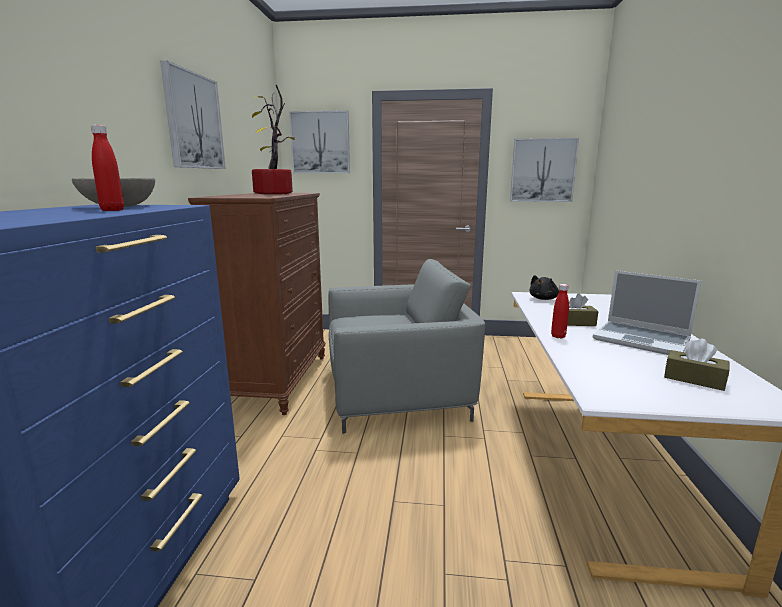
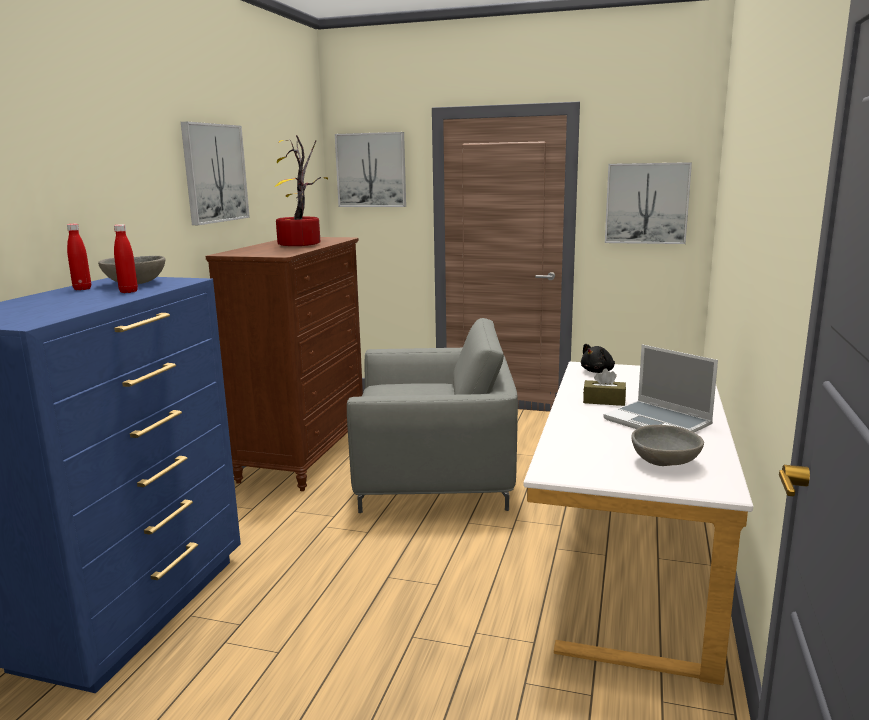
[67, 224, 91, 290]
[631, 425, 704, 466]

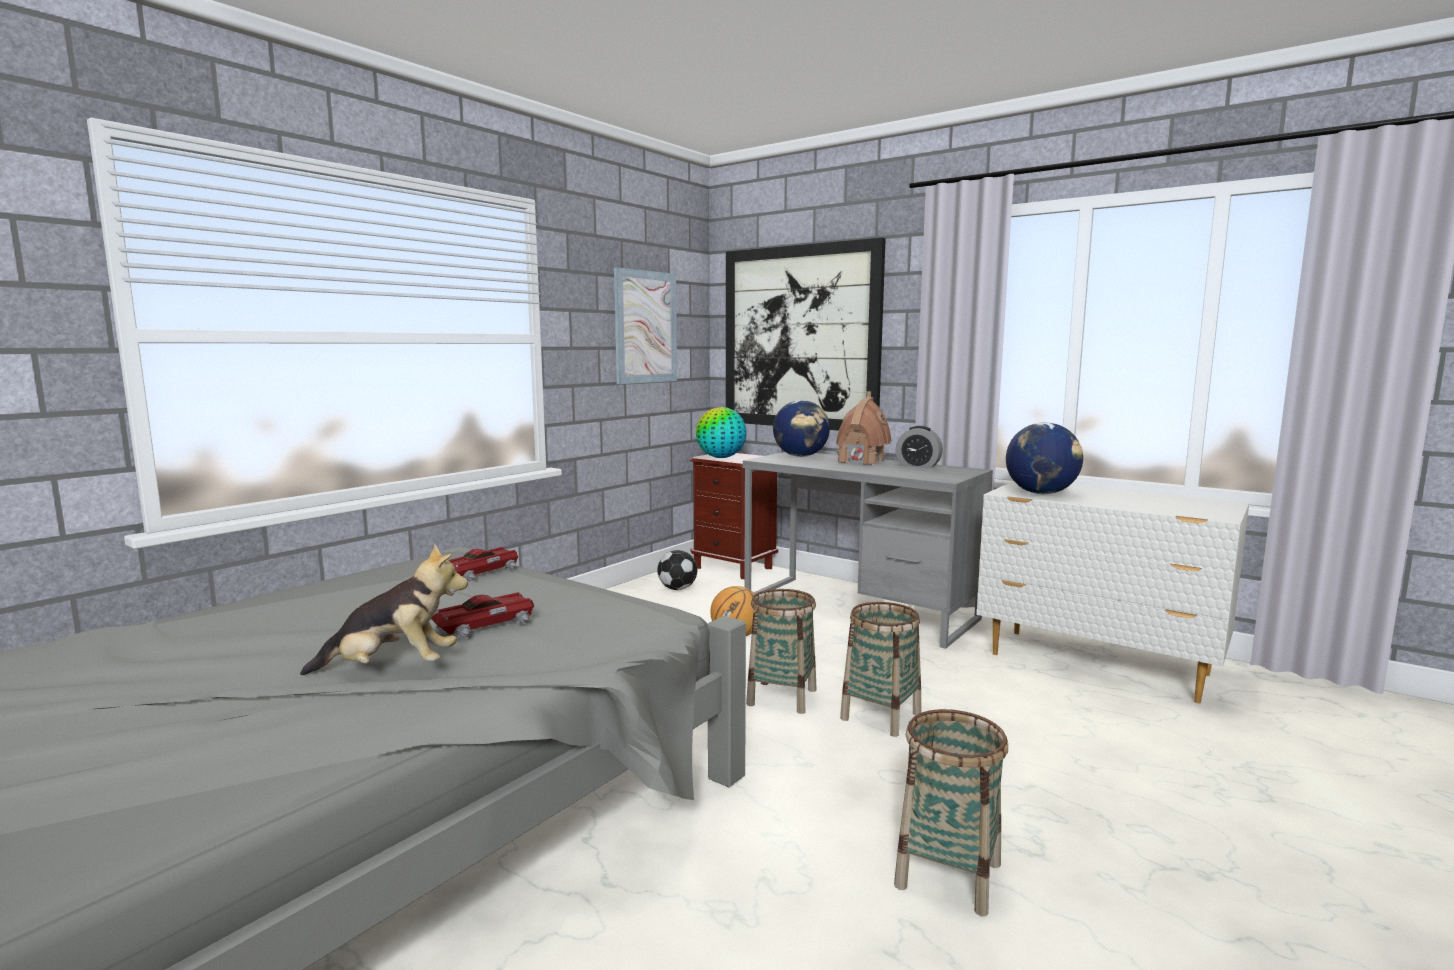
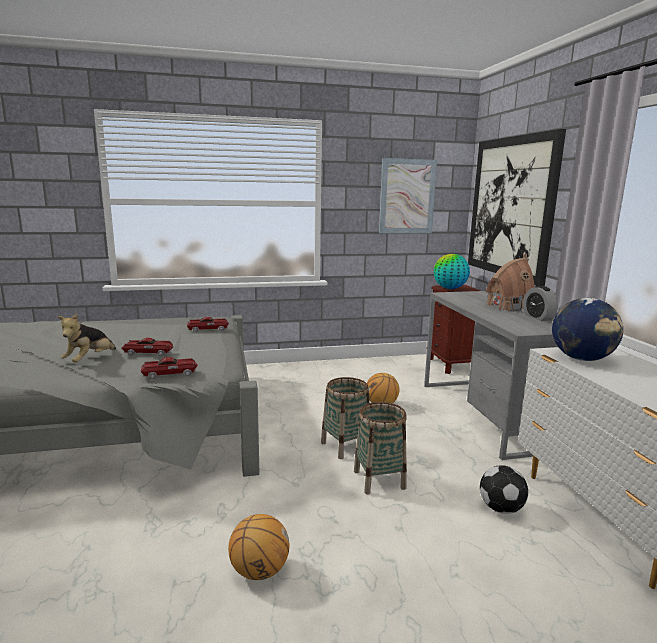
[773, 400, 830, 457] (first image)
[141, 357, 198, 379]
[480, 465, 528, 514]
[228, 514, 290, 580]
[57, 314, 116, 362]

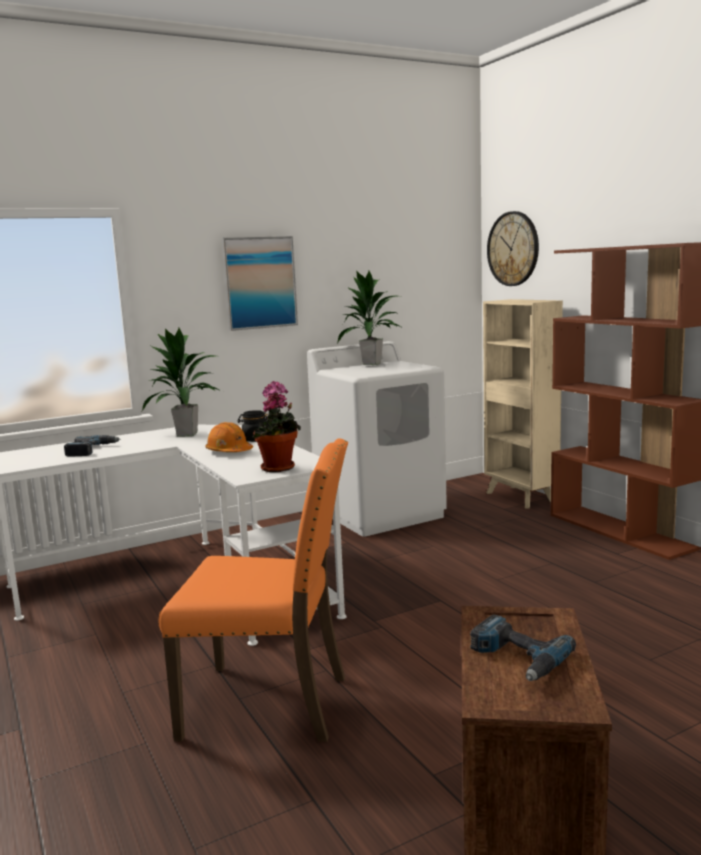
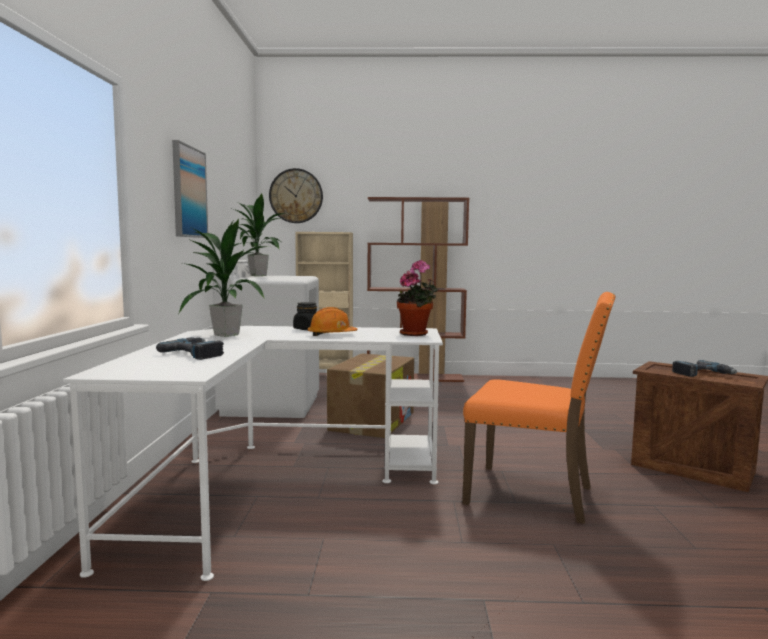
[327, 353, 414, 438]
[462, 292, 615, 524]

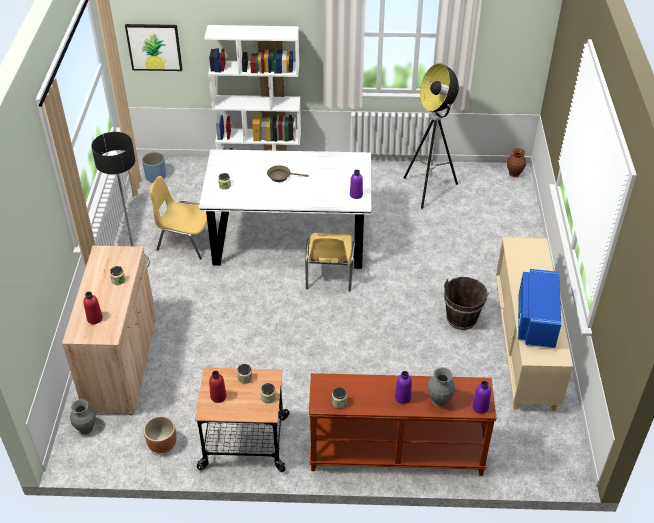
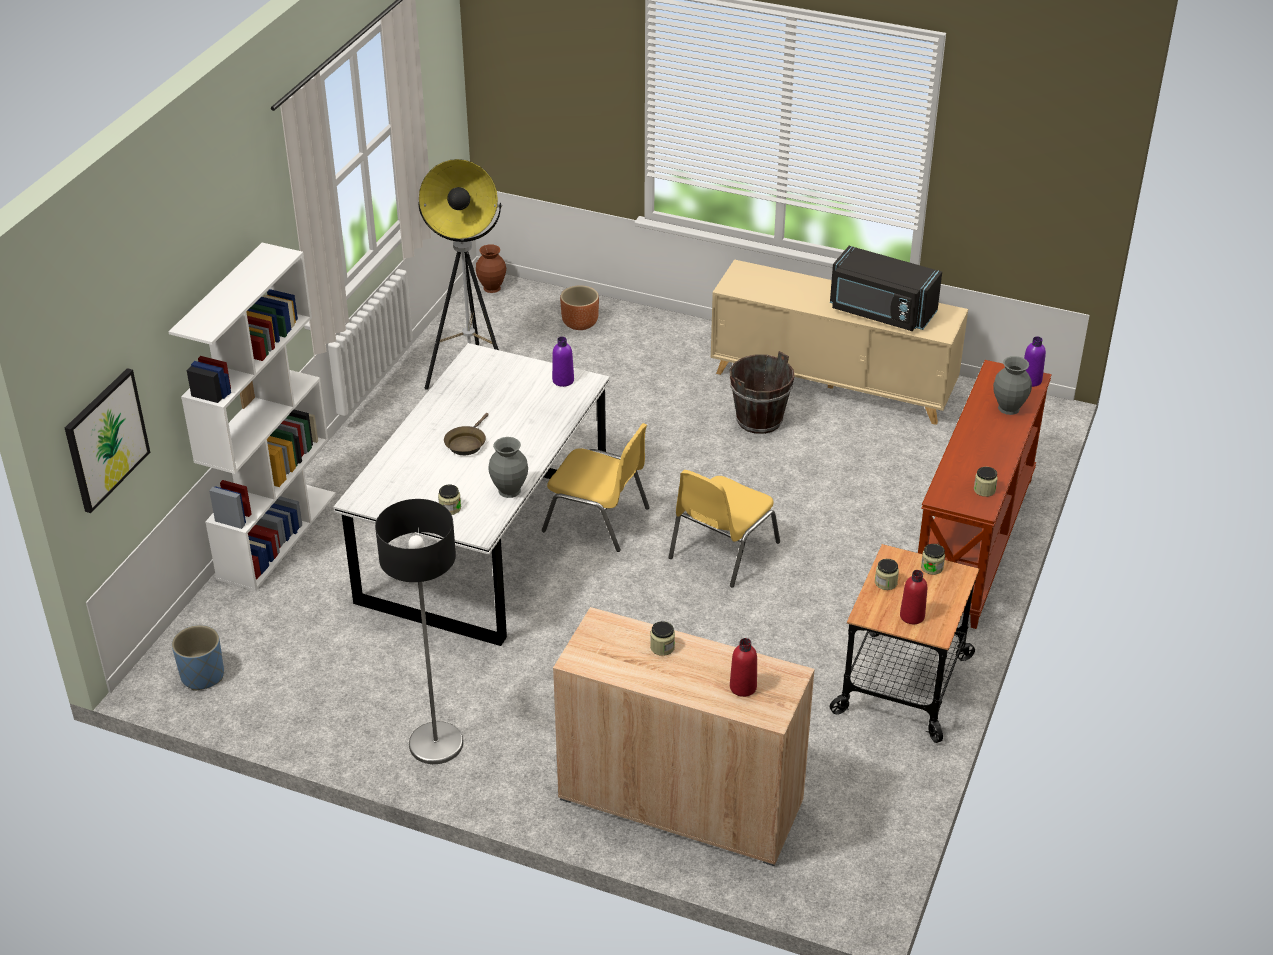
[395, 371, 412, 404] (first image)
[488, 437, 528, 498]
[560, 285, 599, 330]
[668, 470, 780, 587]
[830, 246, 942, 331]

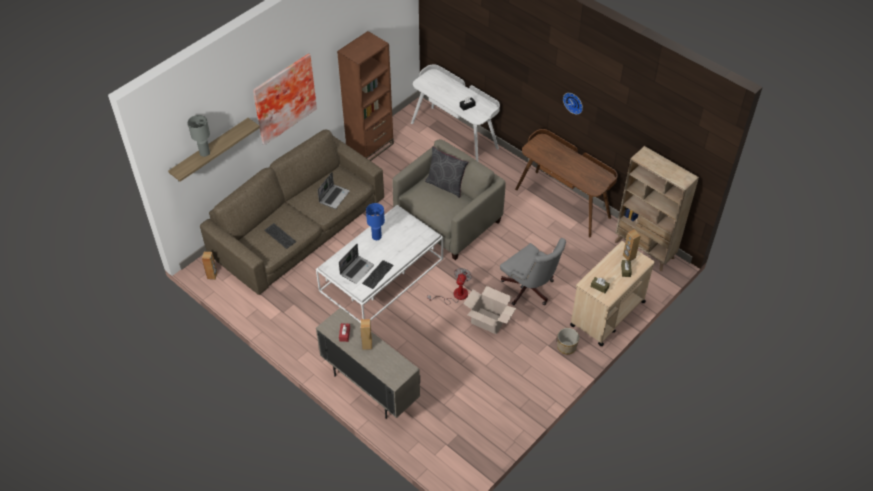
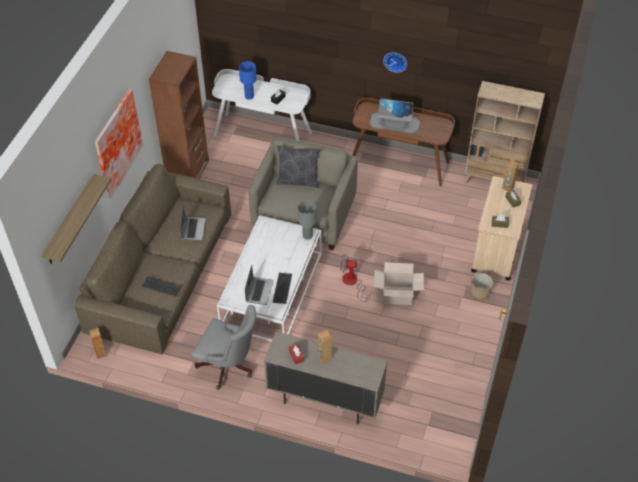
[370, 98, 420, 133]
[298, 201, 317, 240]
[239, 61, 257, 100]
[191, 305, 256, 390]
[340, 254, 371, 302]

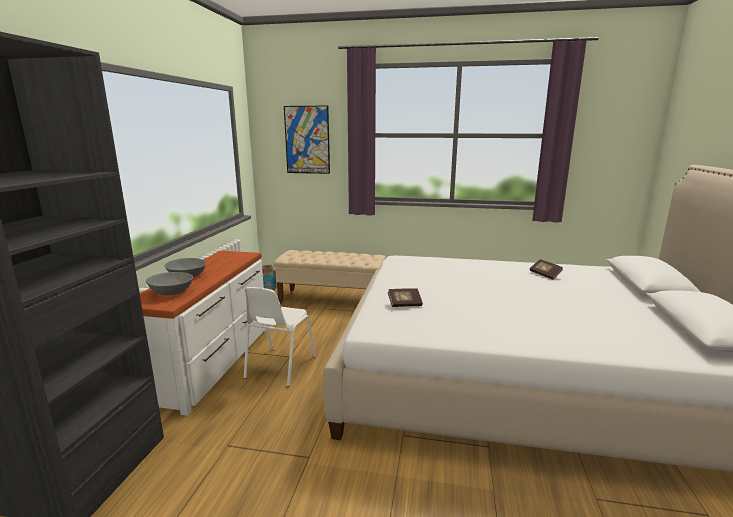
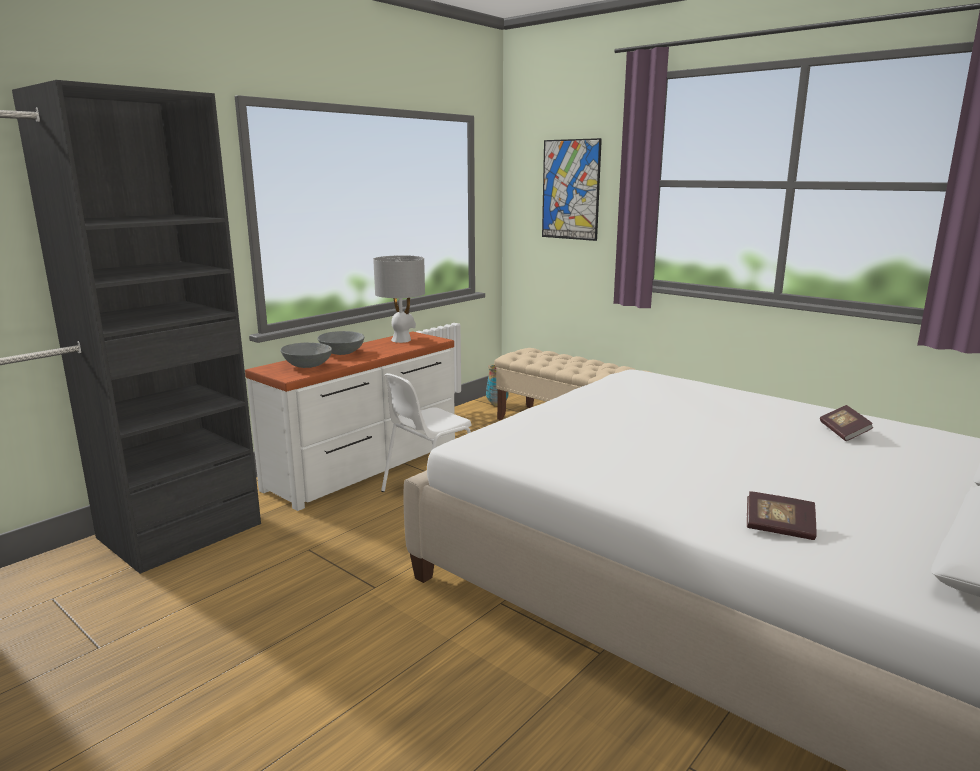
[373, 255, 425, 343]
[747, 491, 817, 540]

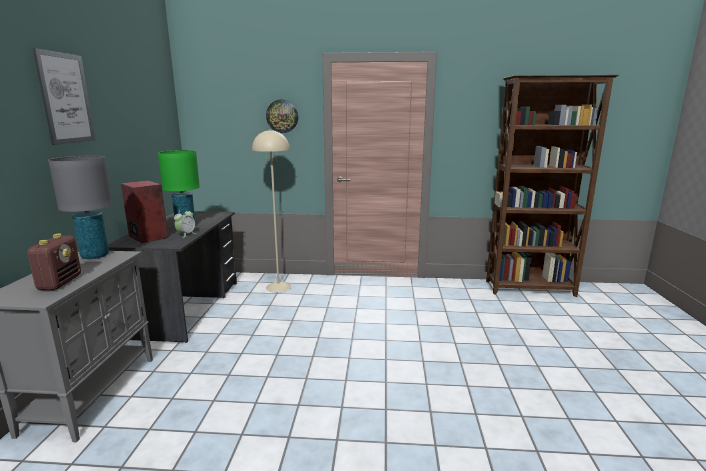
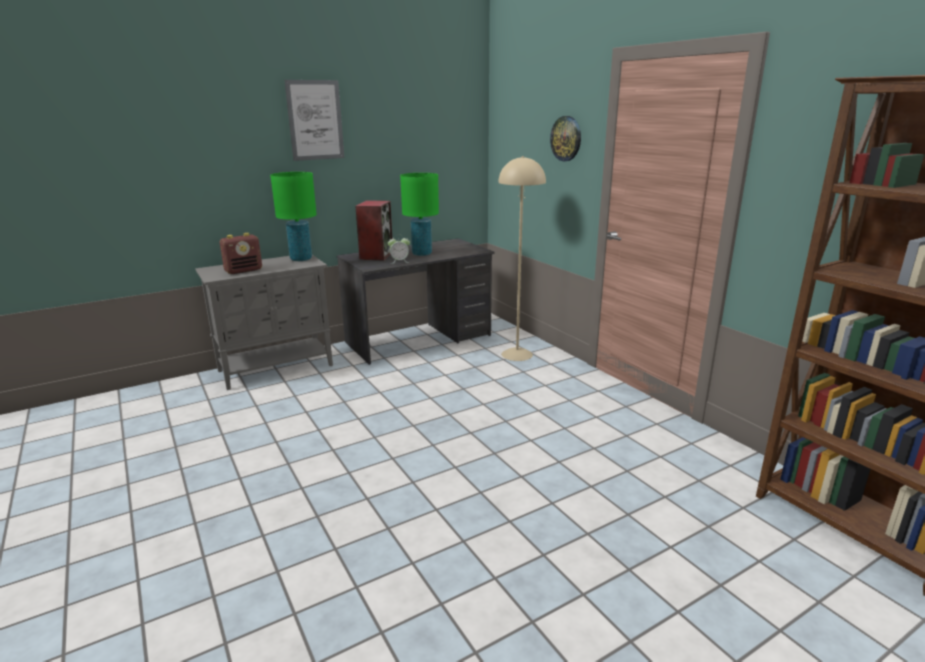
[270, 172, 317, 261]

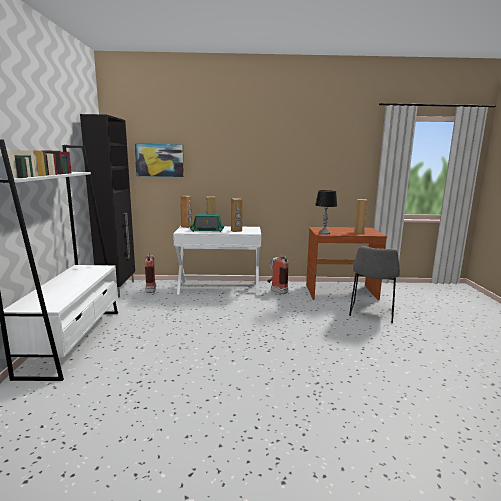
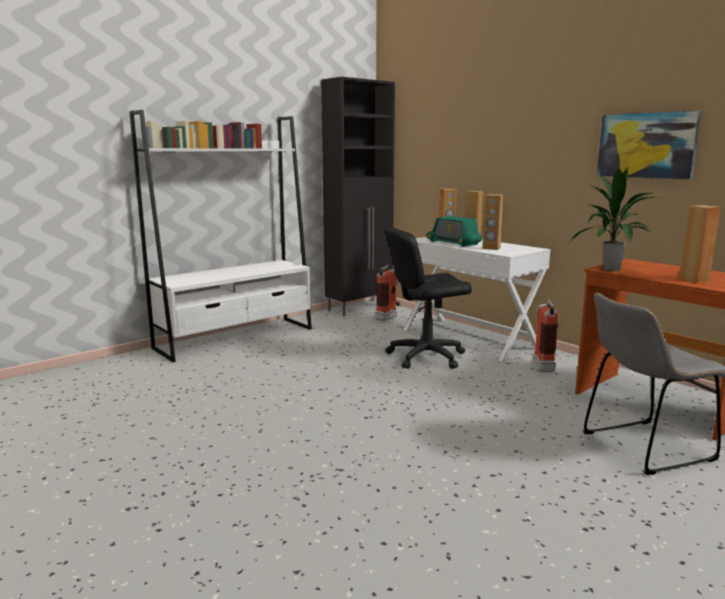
[385, 228, 472, 369]
[597, 111, 701, 180]
[569, 168, 657, 271]

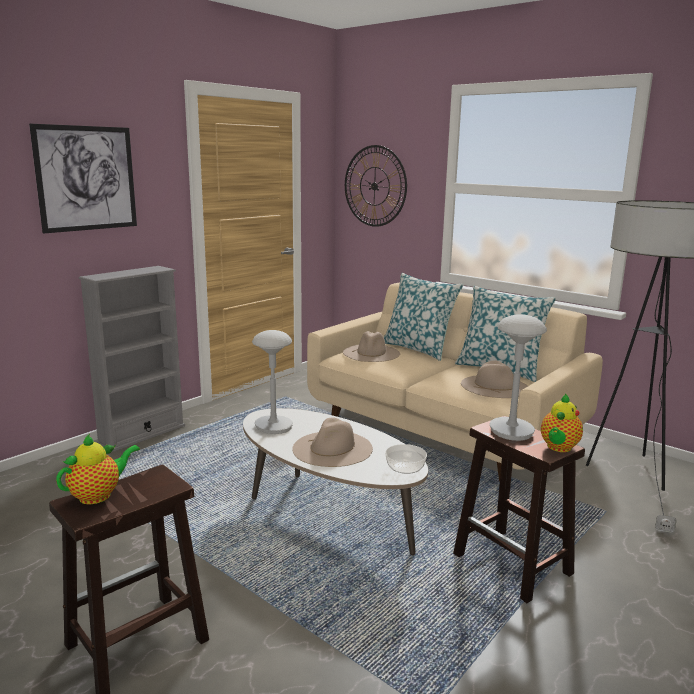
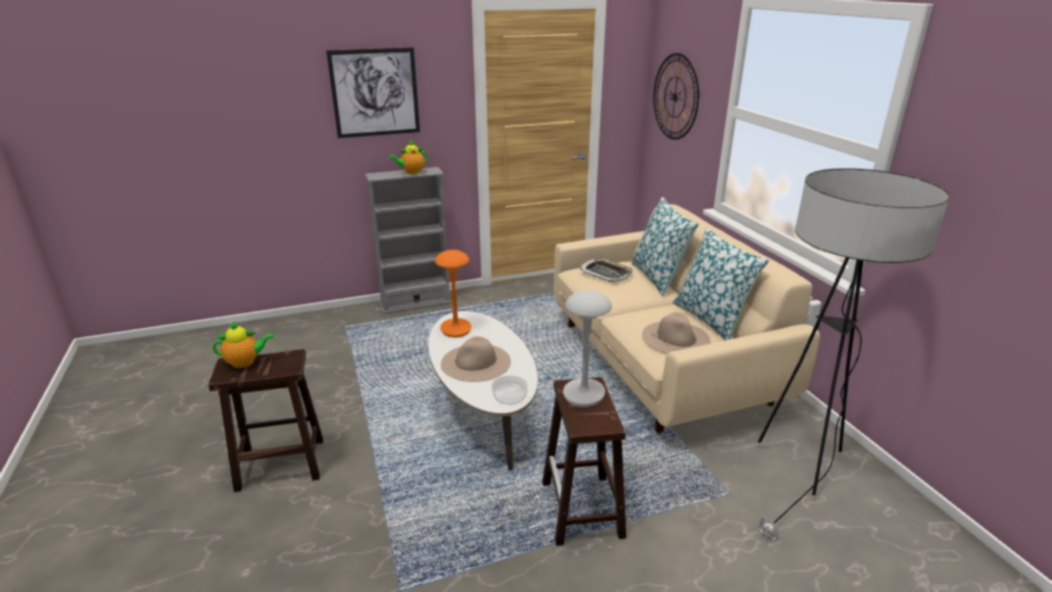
[388, 140, 428, 174]
[580, 258, 633, 282]
[435, 250, 471, 338]

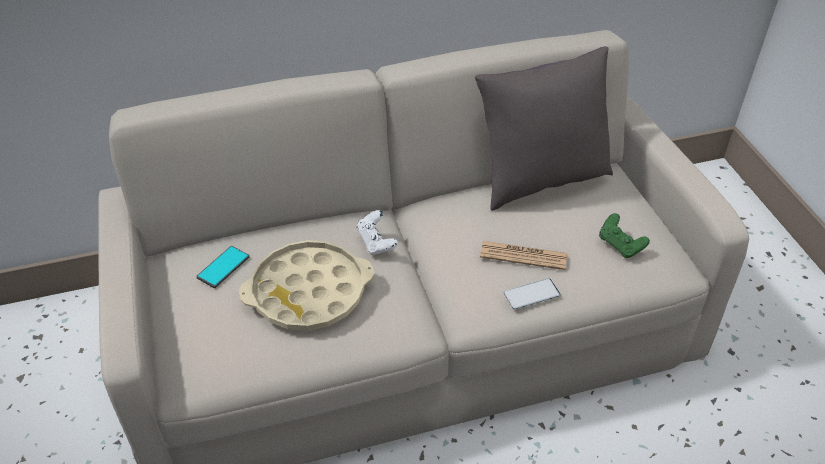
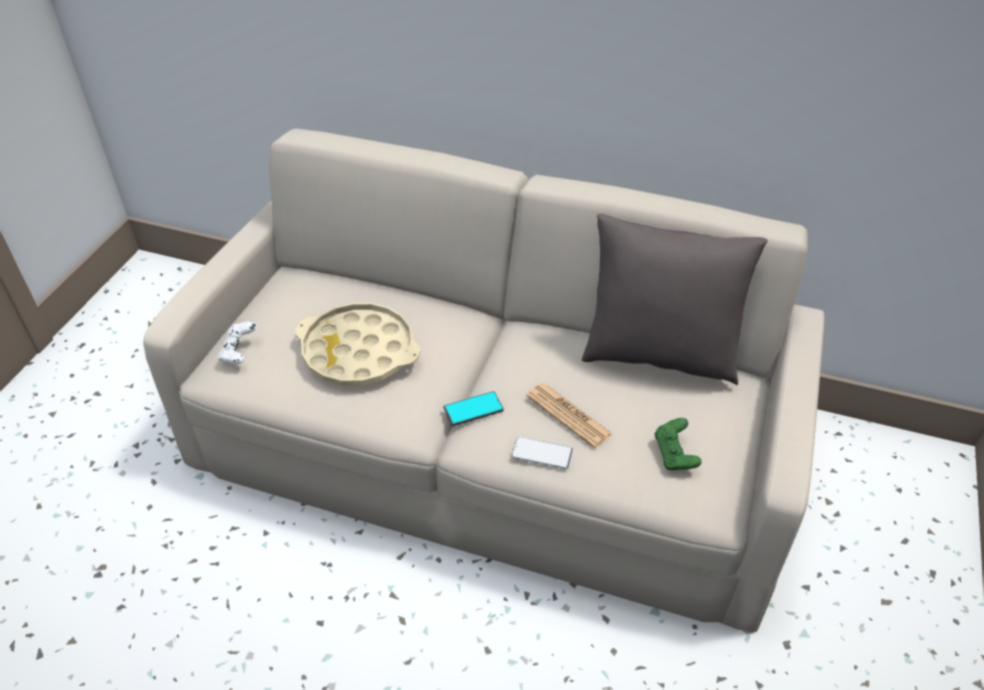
[444, 391, 504, 426]
[218, 322, 257, 364]

